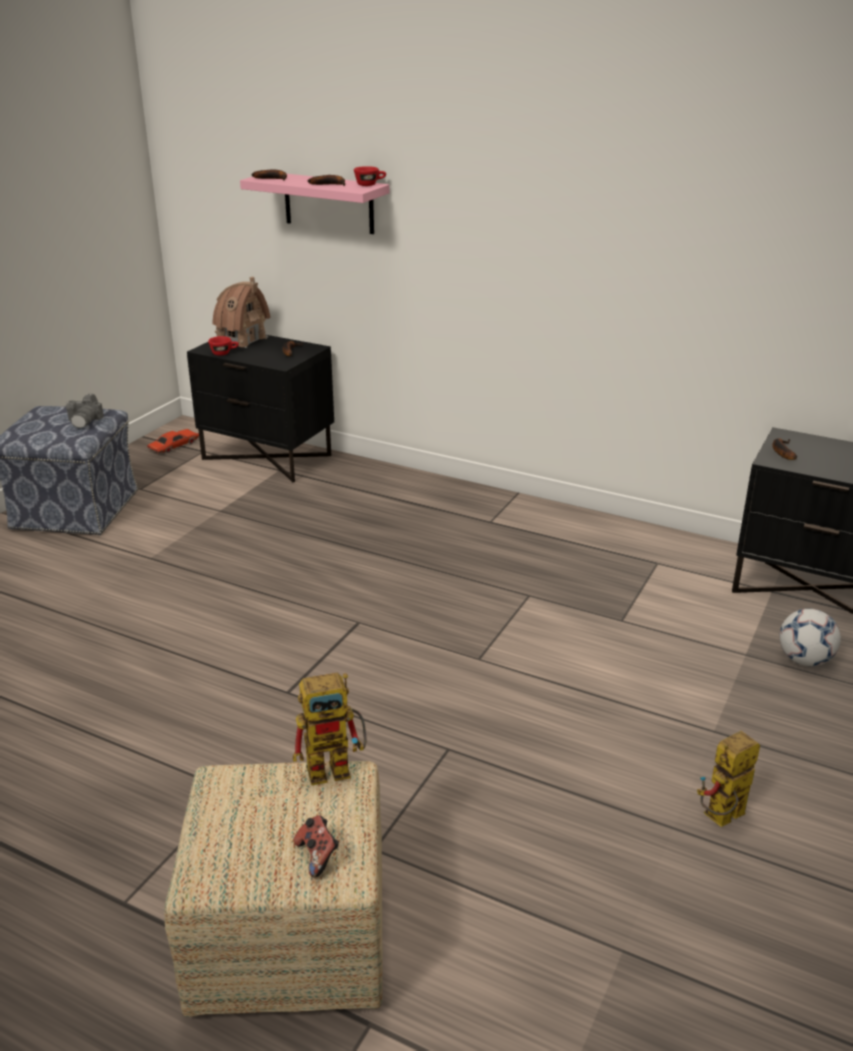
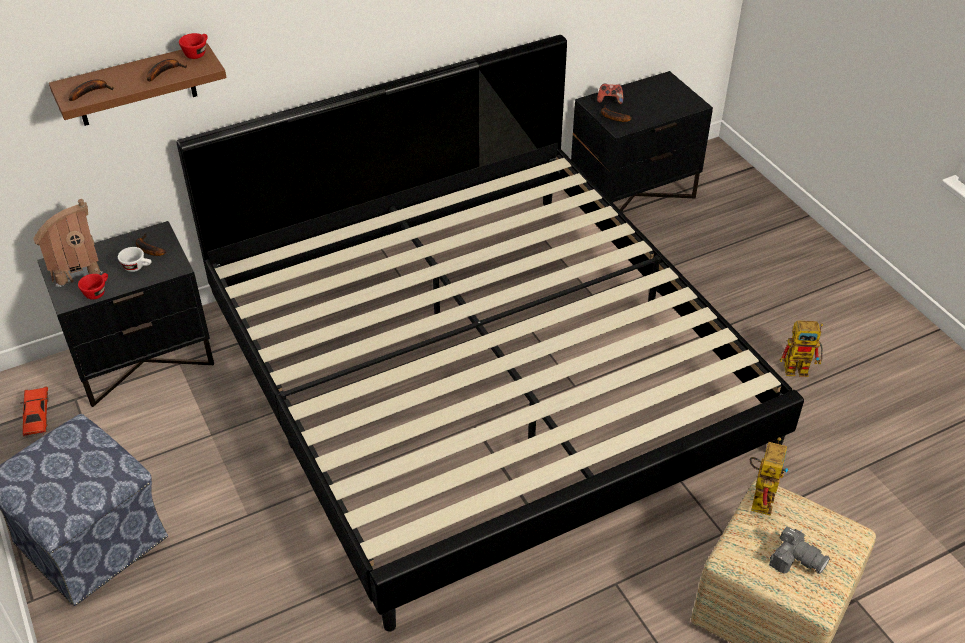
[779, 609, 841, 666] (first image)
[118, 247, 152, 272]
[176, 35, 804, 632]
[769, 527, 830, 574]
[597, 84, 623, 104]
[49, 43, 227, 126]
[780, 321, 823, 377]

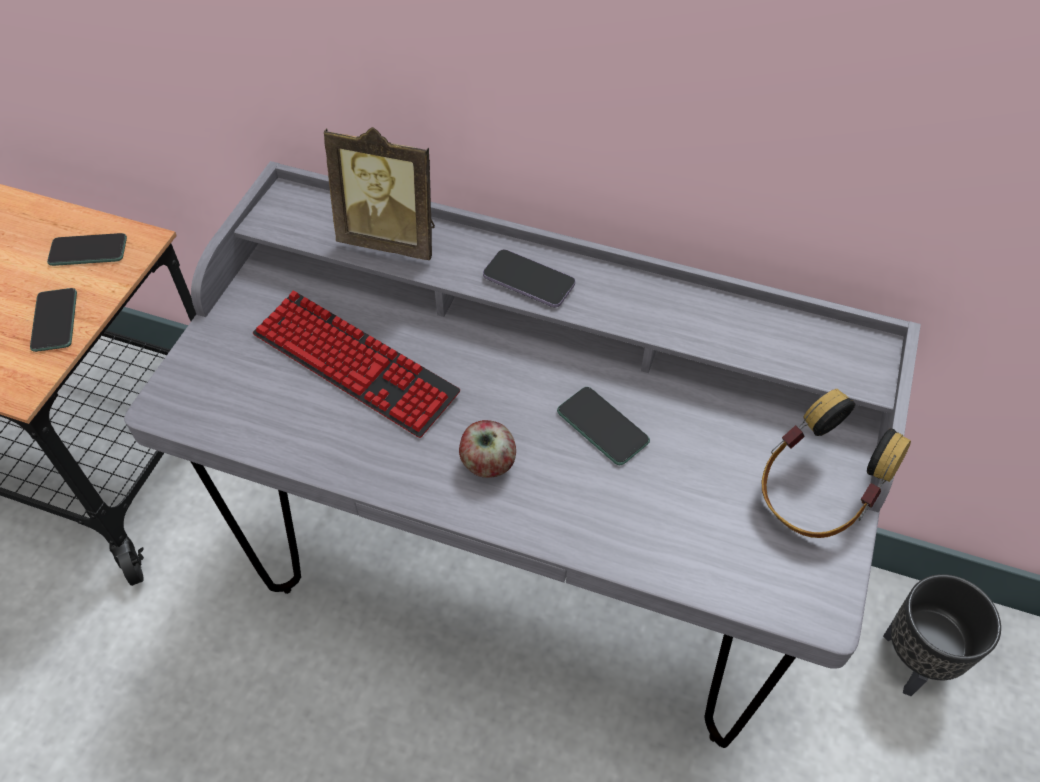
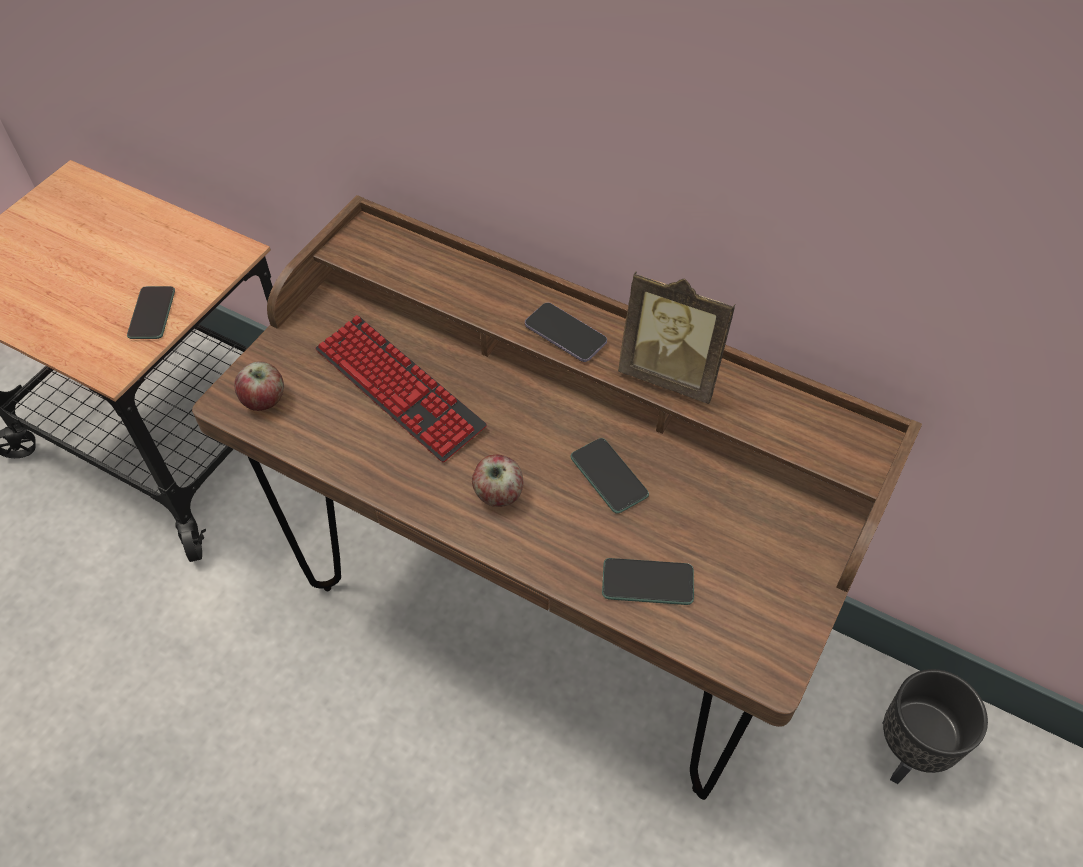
[762, 389, 911, 538] (first image)
[234, 361, 284, 411]
[602, 558, 694, 605]
[618, 271, 735, 404]
[192, 195, 922, 800]

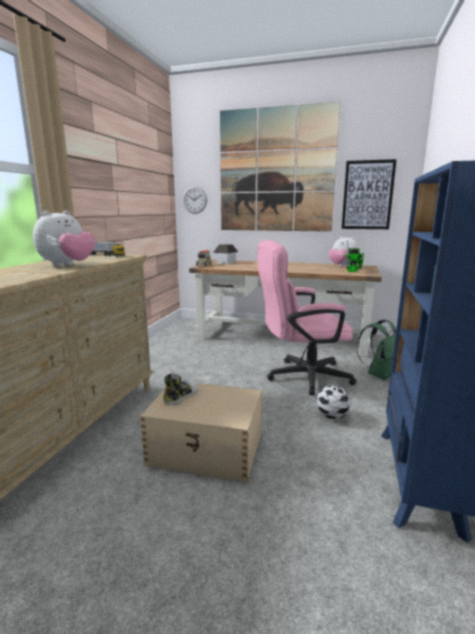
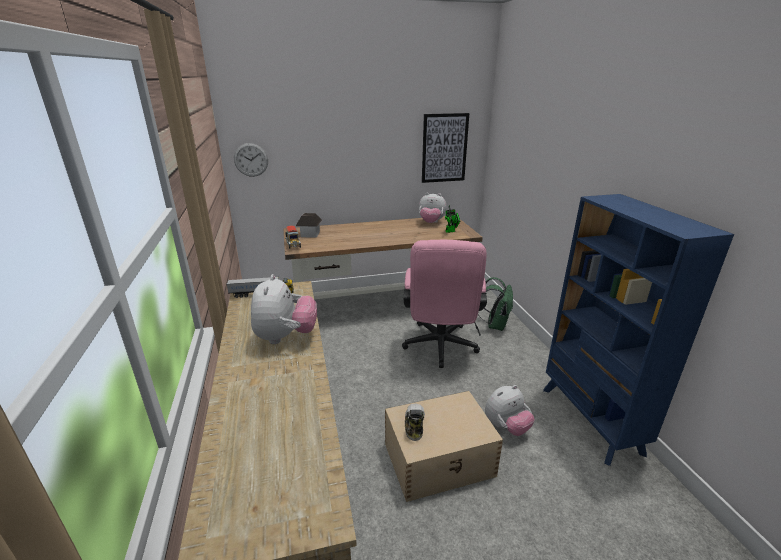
[220, 102, 340, 232] (first image)
[317, 385, 351, 419] (first image)
[485, 385, 535, 436]
[402, 240, 487, 368]

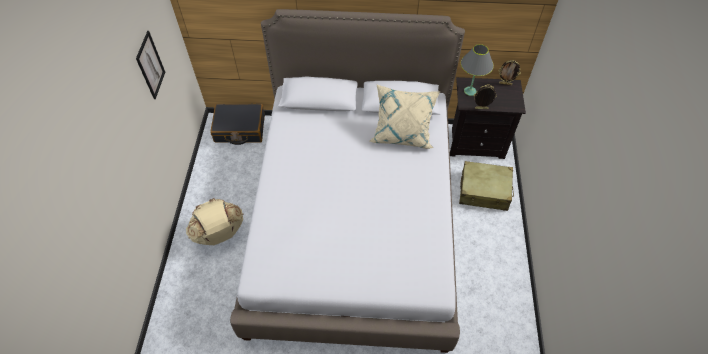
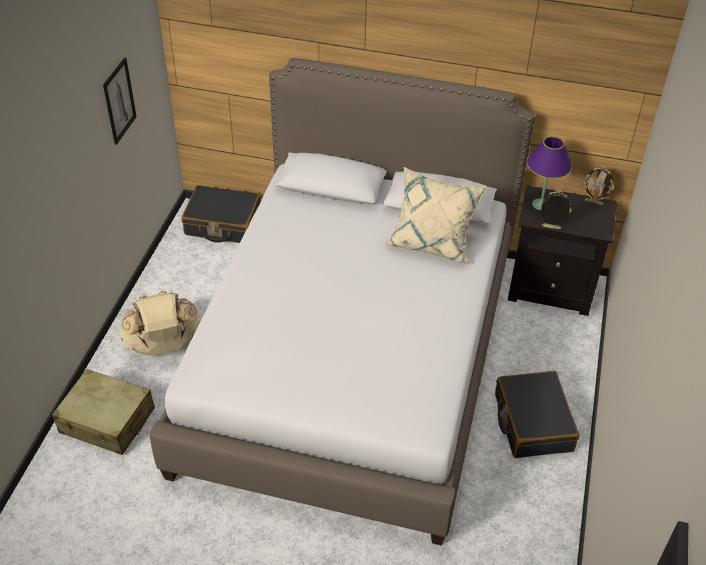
[495, 371, 579, 458]
[52, 369, 155, 455]
[527, 136, 572, 210]

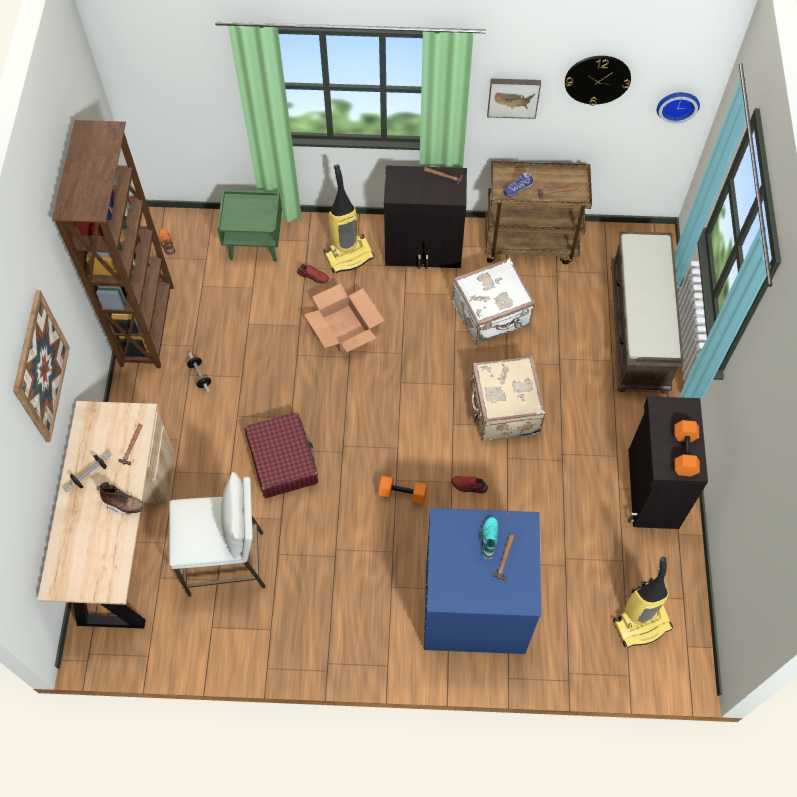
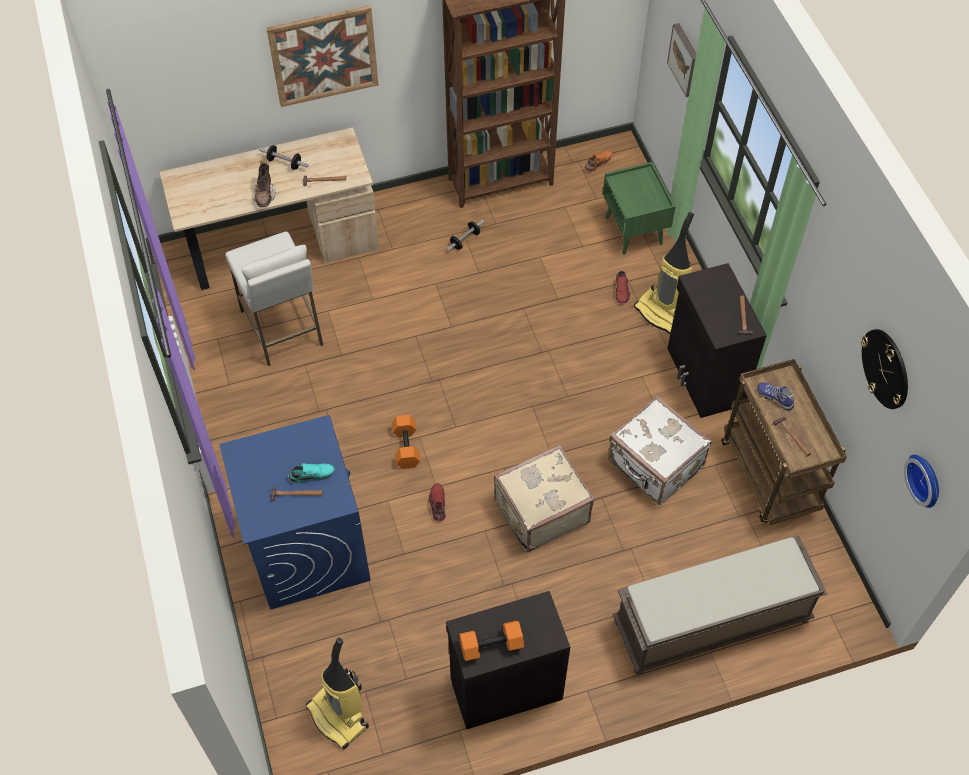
[244, 412, 318, 498] (first image)
[304, 283, 384, 353] (first image)
[667, 23, 696, 97]

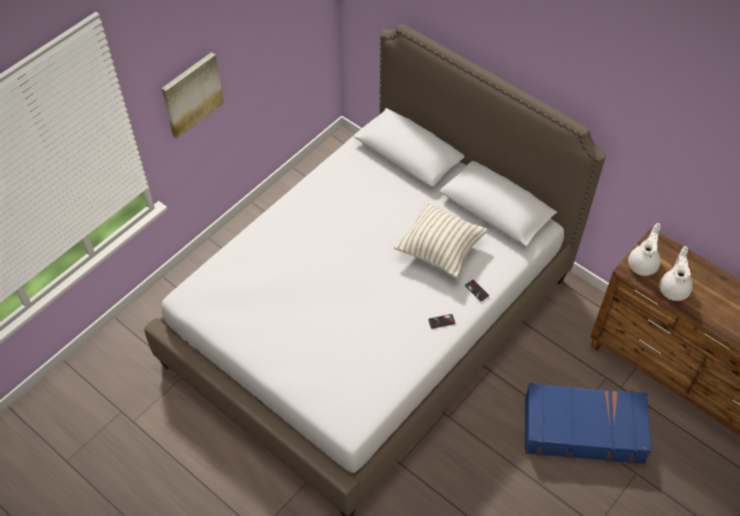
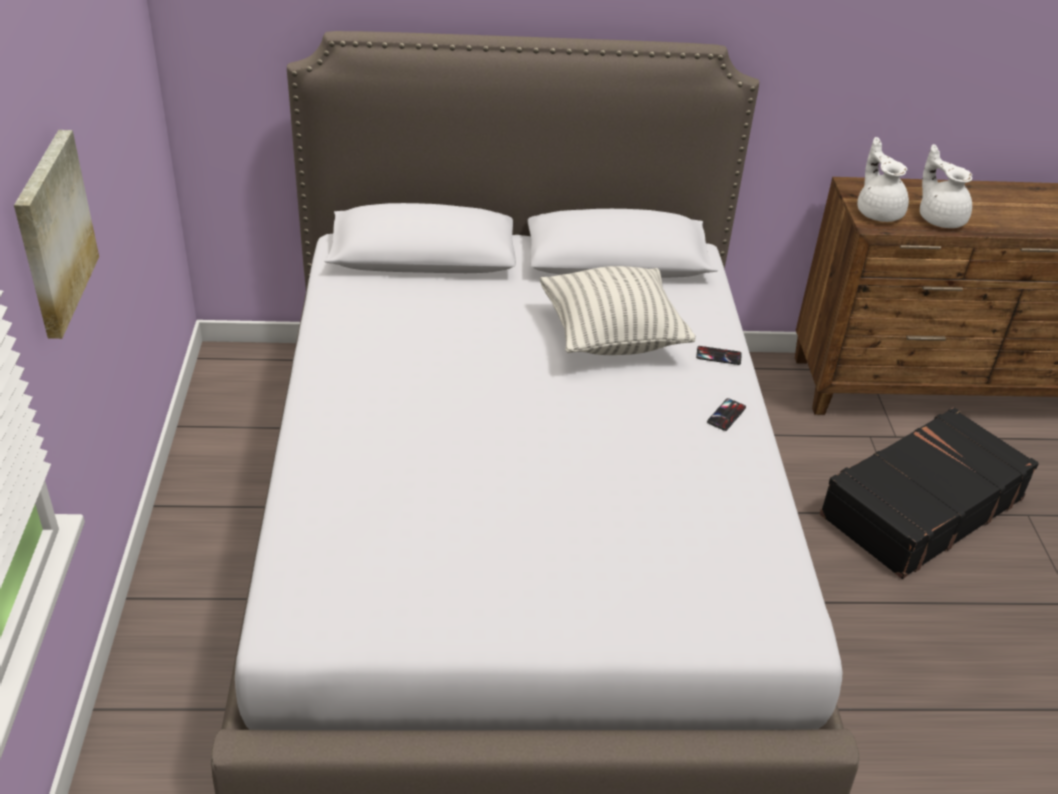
[820, 407, 1039, 579]

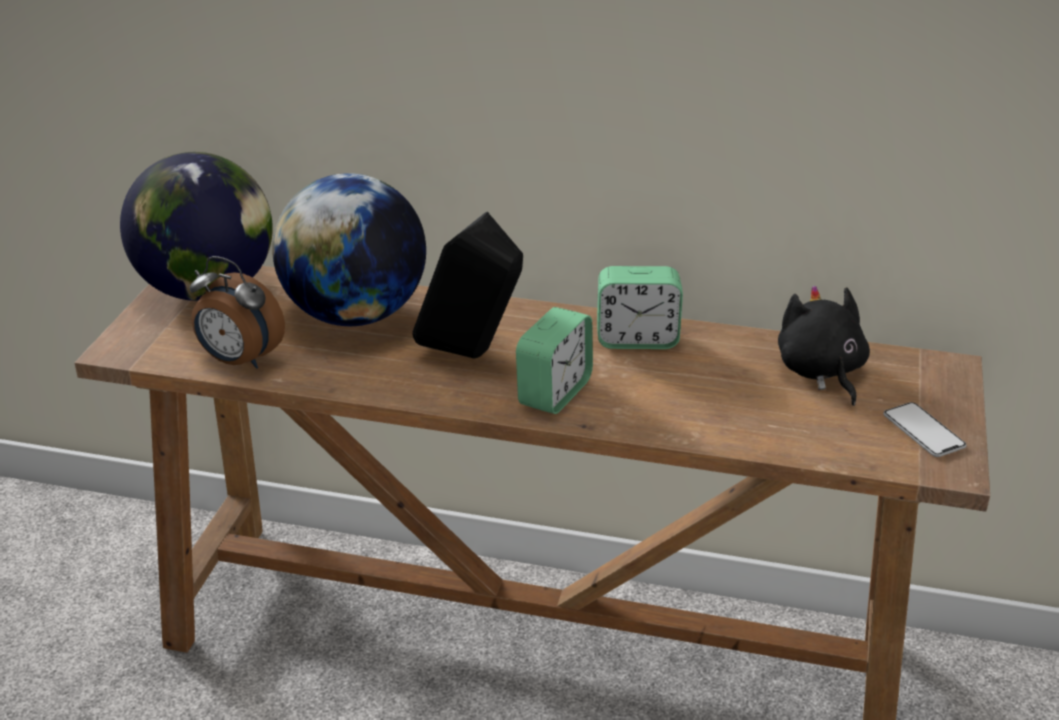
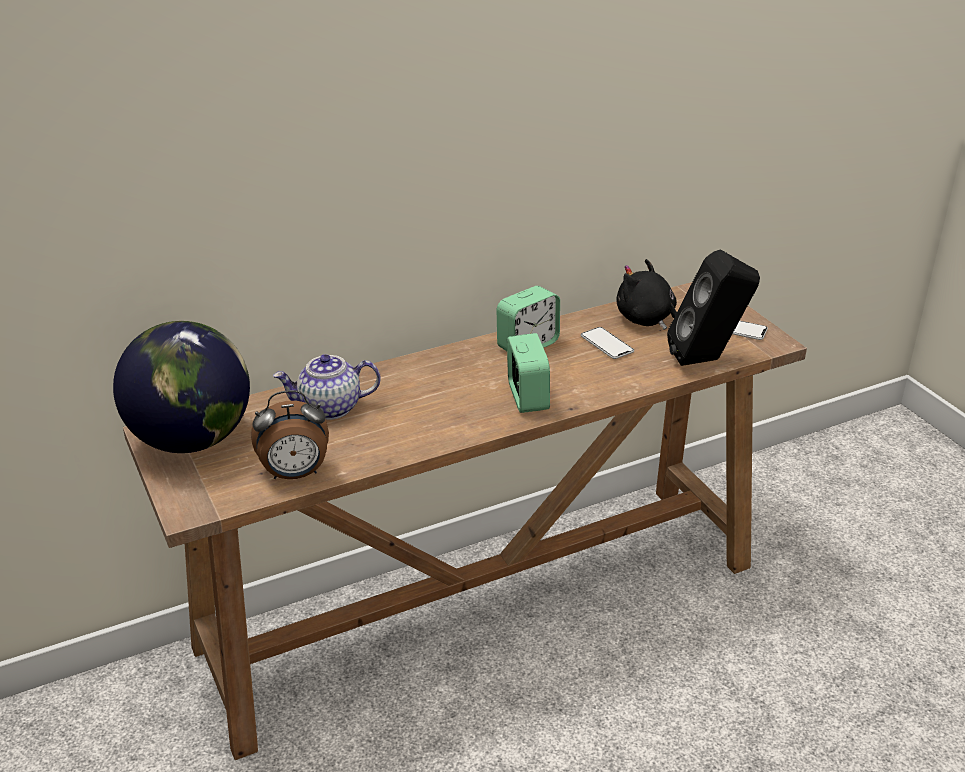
[581, 327, 634, 359]
[667, 249, 760, 366]
[273, 354, 381, 420]

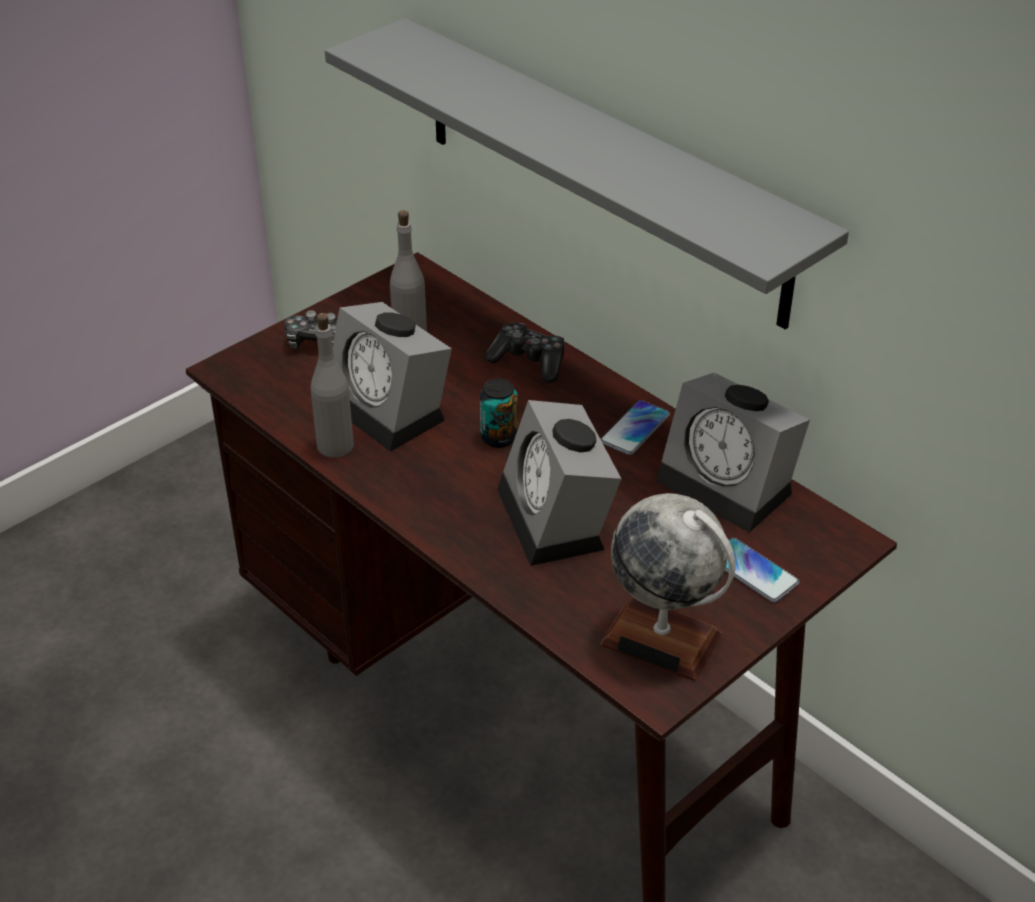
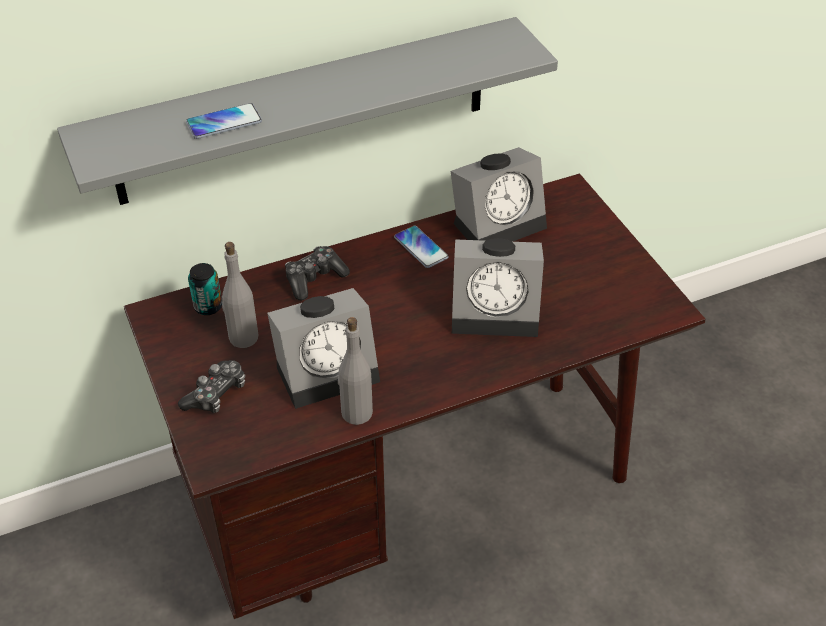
[601, 493, 736, 681] (first image)
[188, 263, 222, 315]
[186, 103, 262, 139]

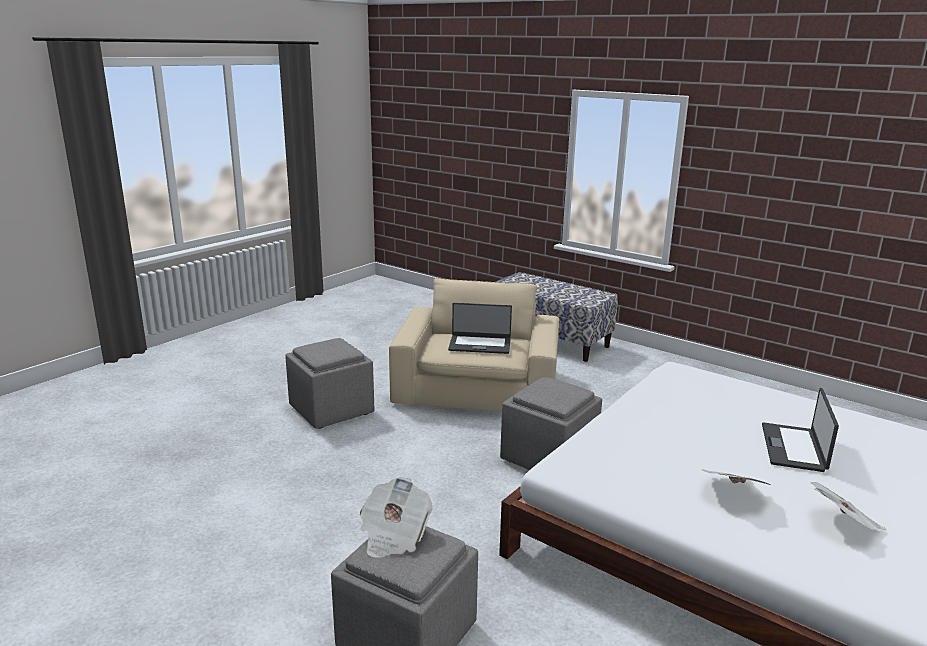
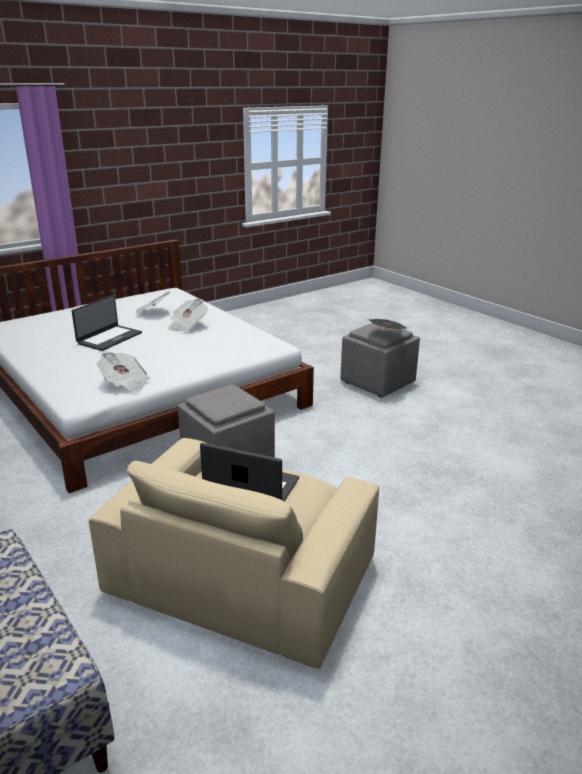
[285, 338, 374, 429] (first image)
[97, 352, 150, 392]

